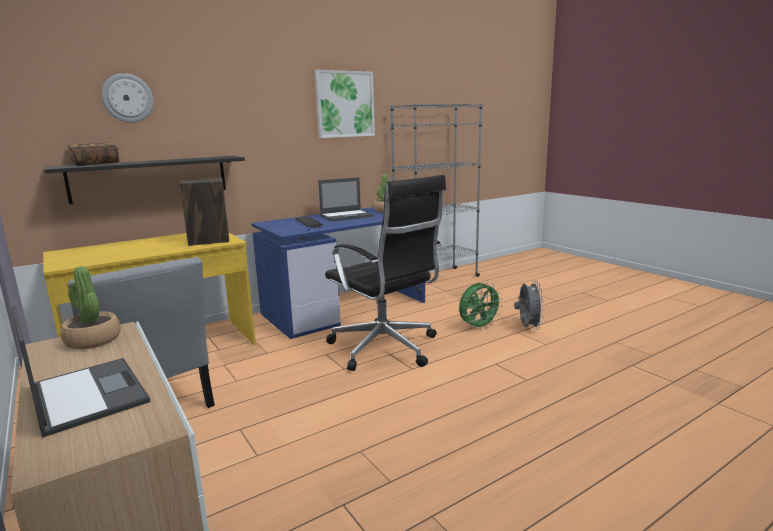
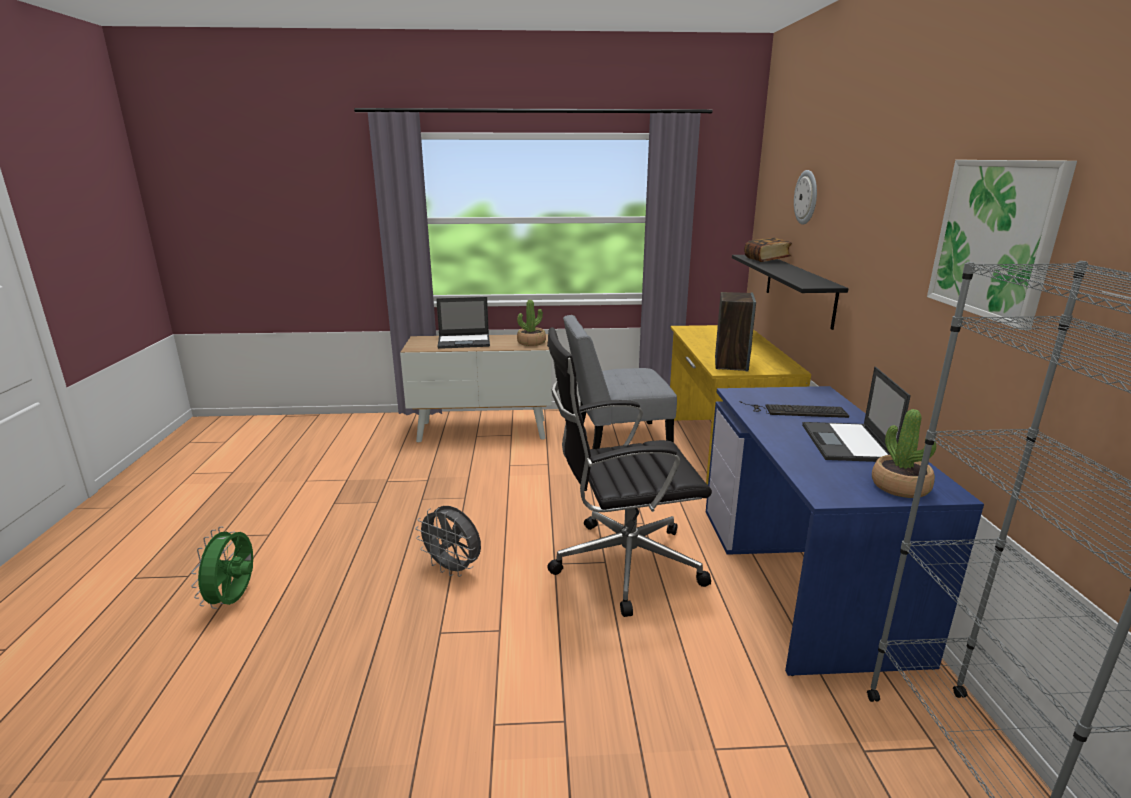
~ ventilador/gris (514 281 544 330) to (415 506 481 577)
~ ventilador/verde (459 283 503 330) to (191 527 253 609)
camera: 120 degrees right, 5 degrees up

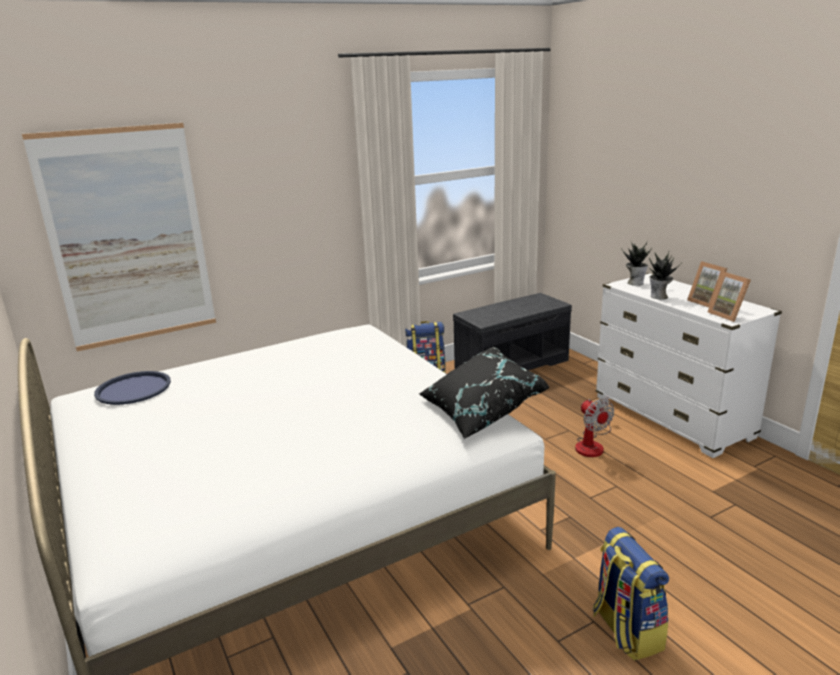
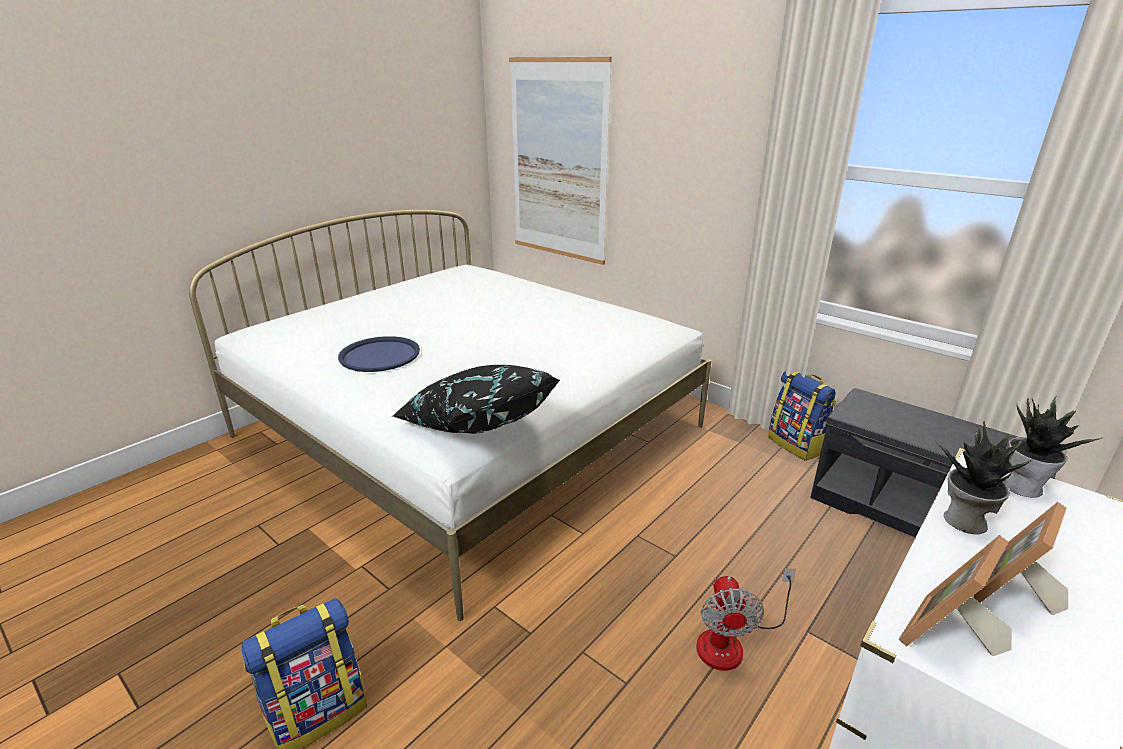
~ bandeja/azul (94 371 171 405) to (338 336 420 372)
~ ventilador (575 397 614 457) = (696 568 796 671) 45 degrees counterclockwise
camera: 70 degrees right, 5 degrees up

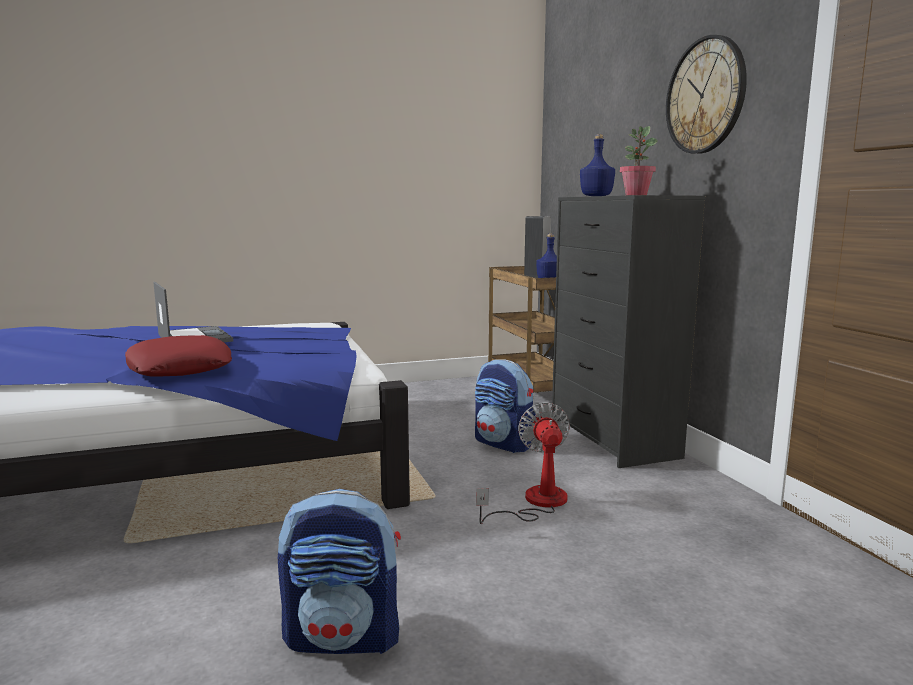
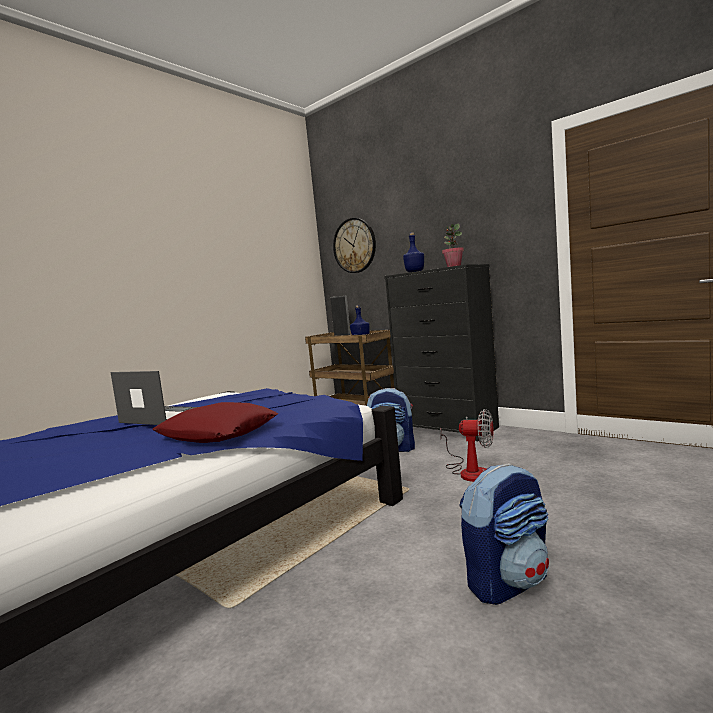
~ reloj de pared (666 35 747 154) to (333 218 376 273)
~ ventilador (476 402 570 524) = (440 409 494 482) 150 degrees clockwise
camera: 30 degrees left, 5 degrees down

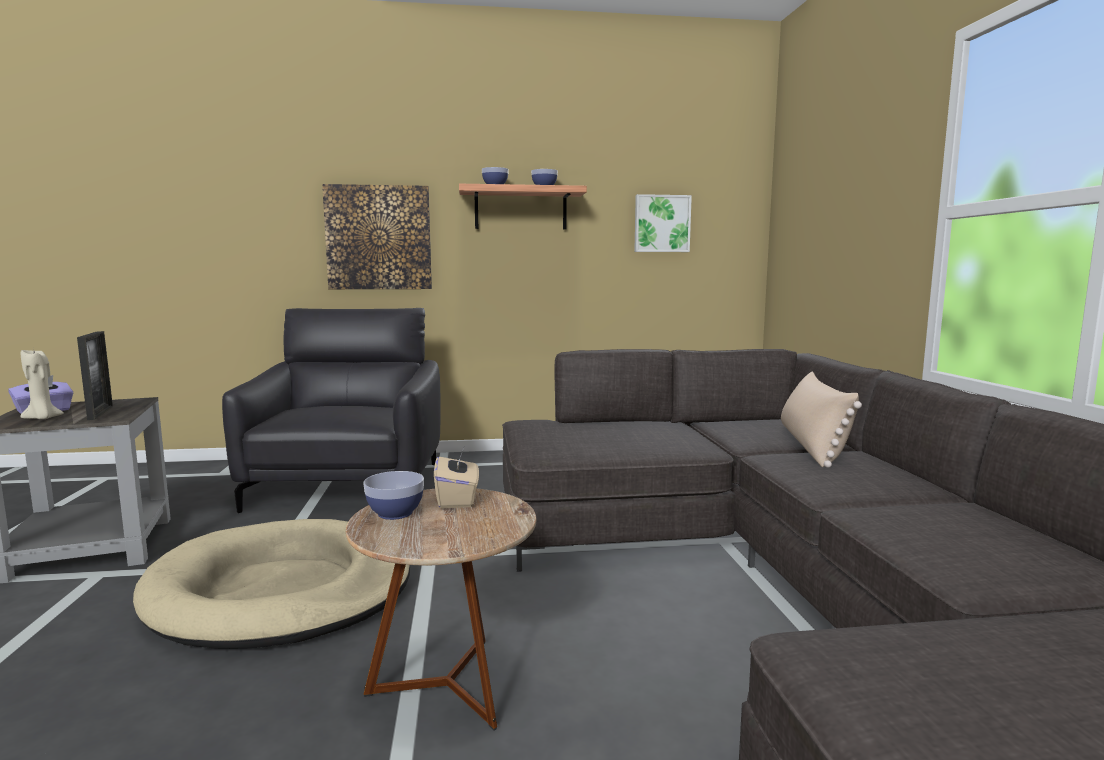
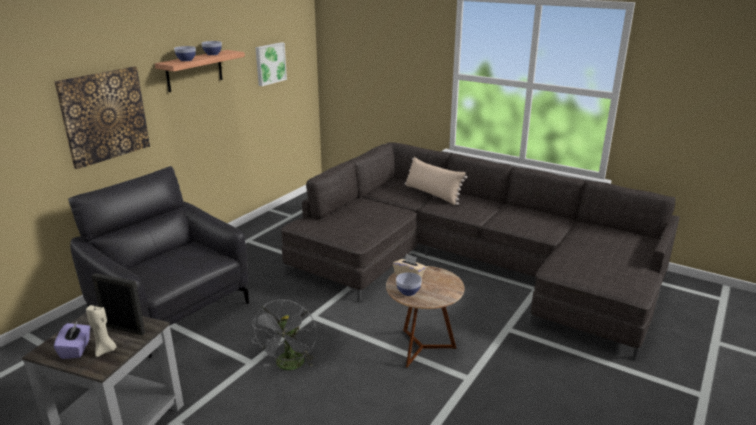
~ cama para perro/beis (133 519 410 649) to ventilador/gris (251 299 317 370)
camera: 50 degrees left, 15 degrees up

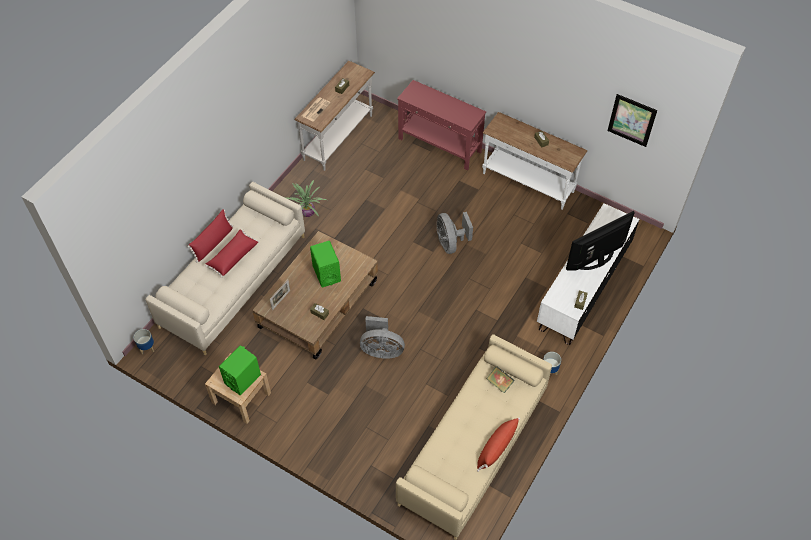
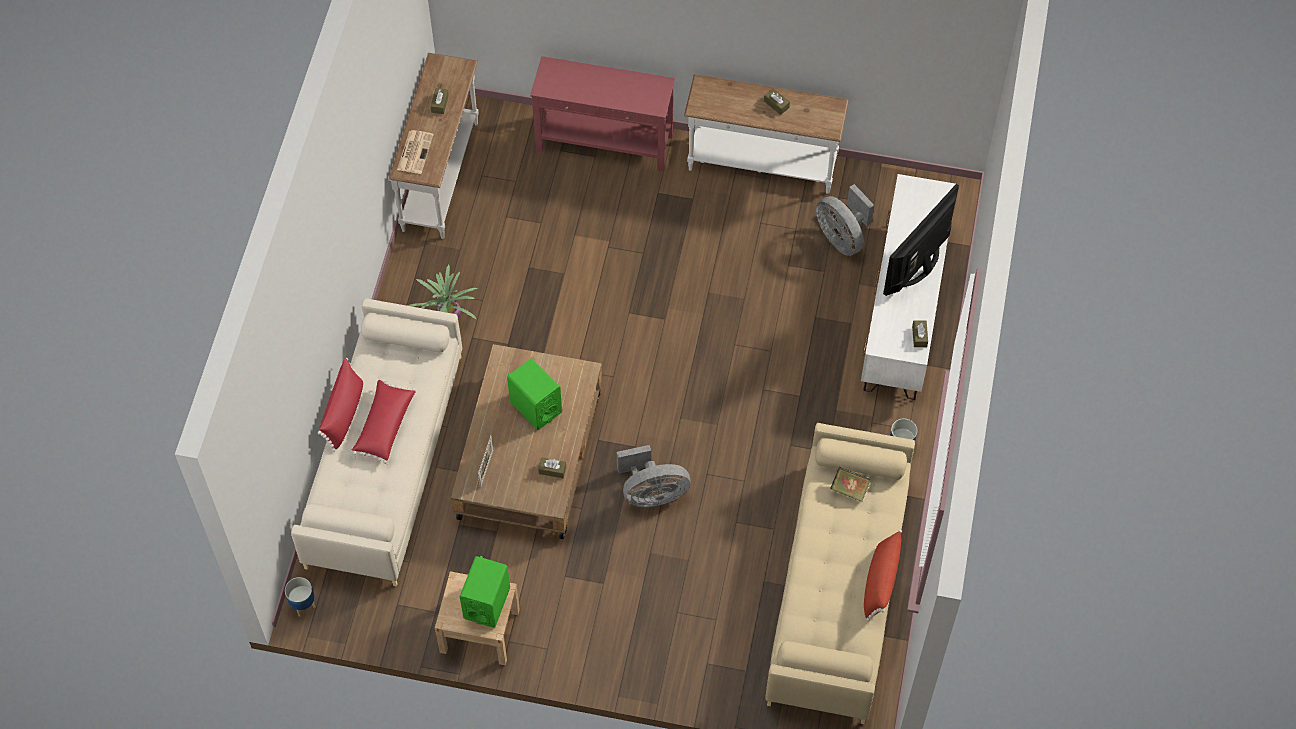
- cuadro (607 94 657 147)
~ ventilador/gris (437 212 473 254) to (816 184 874 256)
camera: 20 degrees left, 5 degrees up

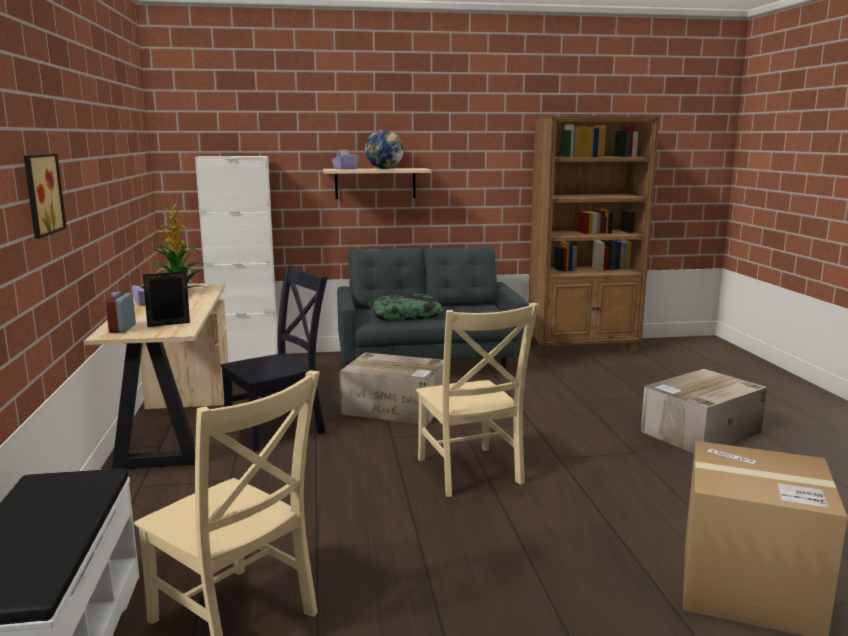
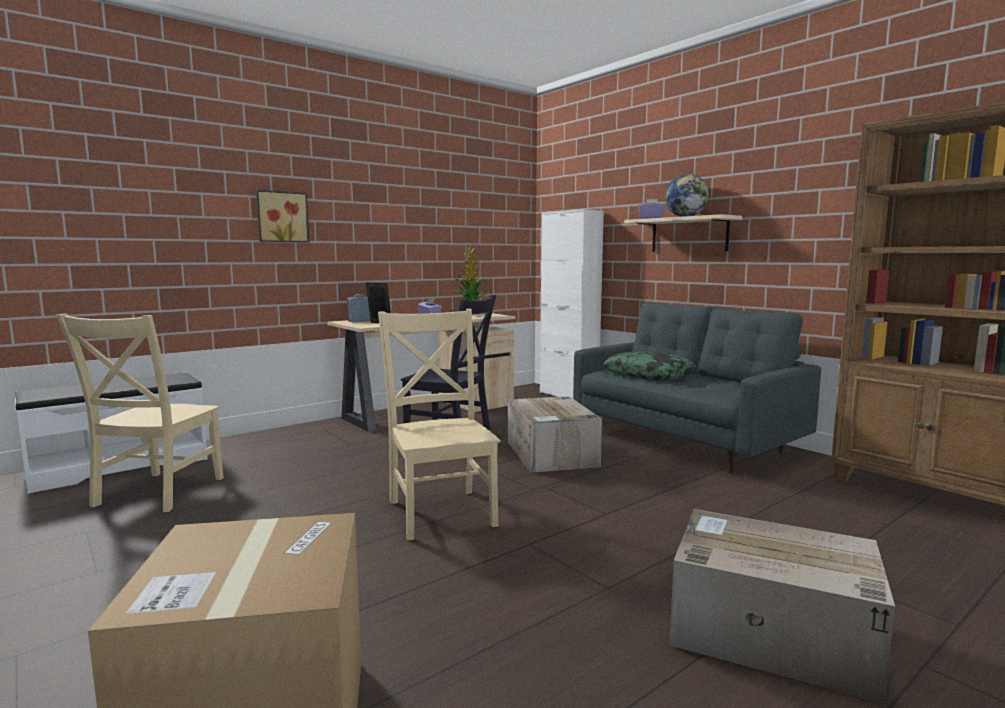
~ silla/beis (416 303 539 497) = (378 309 500 540) 120 degrees clockwise
camera: 60 degrees right, 5 degrees down

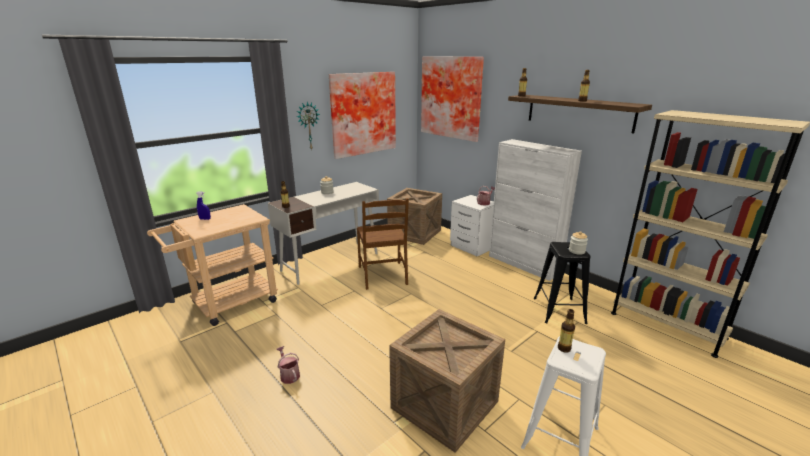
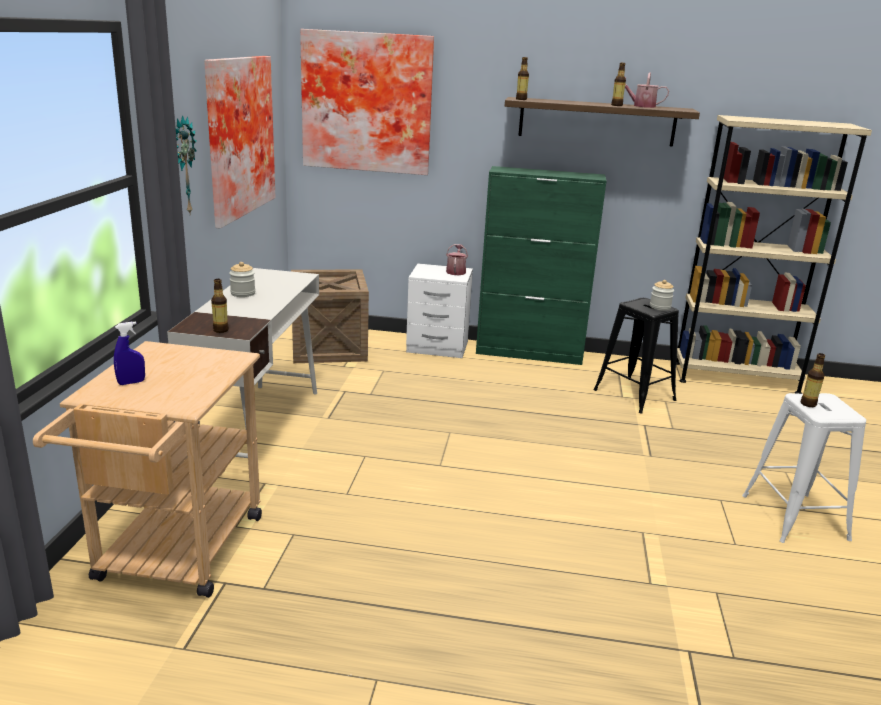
~ armario/blanco (489 139 582 281) to armario/verde (476 166 607 365)
- silla/marrón (357 198 409 290)
- caja de embalaje (389 309 505 453)
~ regadera (276 346 300 384) to (625 72 669 108)
camera: 40 degrees left, 0 degrees up

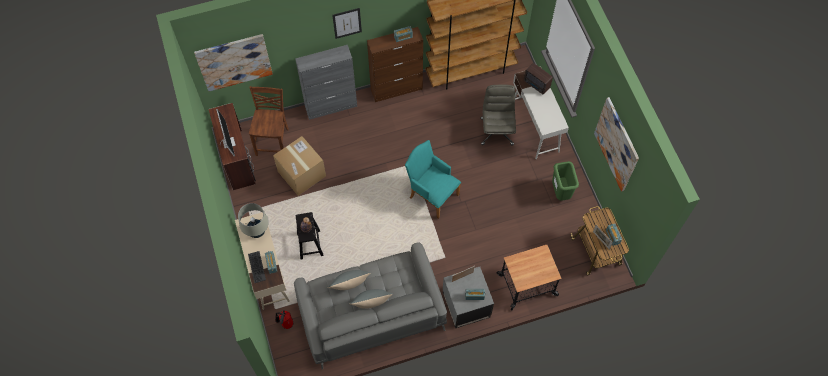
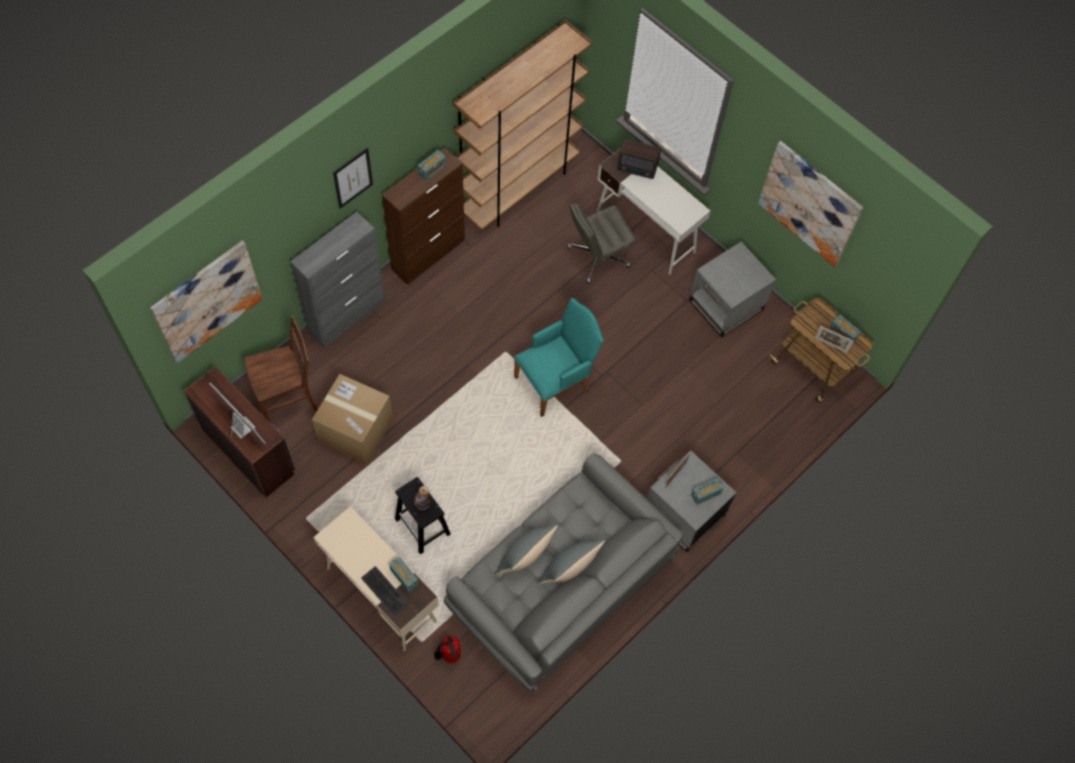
~ silla de oficina/gris (481 85 516 145) = (567 203 636 283) 90 degrees counterclockwise
~ silla/marrón (249 86 289 156) = (244 316 319 423) 90 degrees clockwise
~ sillón/turquesa (405 140 461 219) = (514 298 604 417) 135 degrees clockwise
~ papelera/verde (552 161 579 201) to mesa auxiliar/gris (689 242 776 338)
- lámpara de mesa/beis (238 203 269 238)
- carrito (497 245 562 310)
camera: 30 degrees left, 0 degrees up

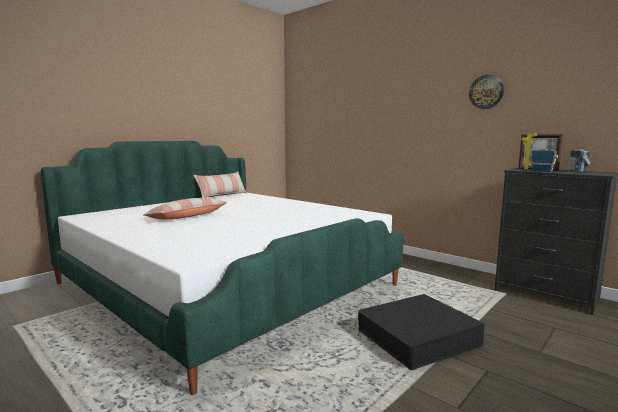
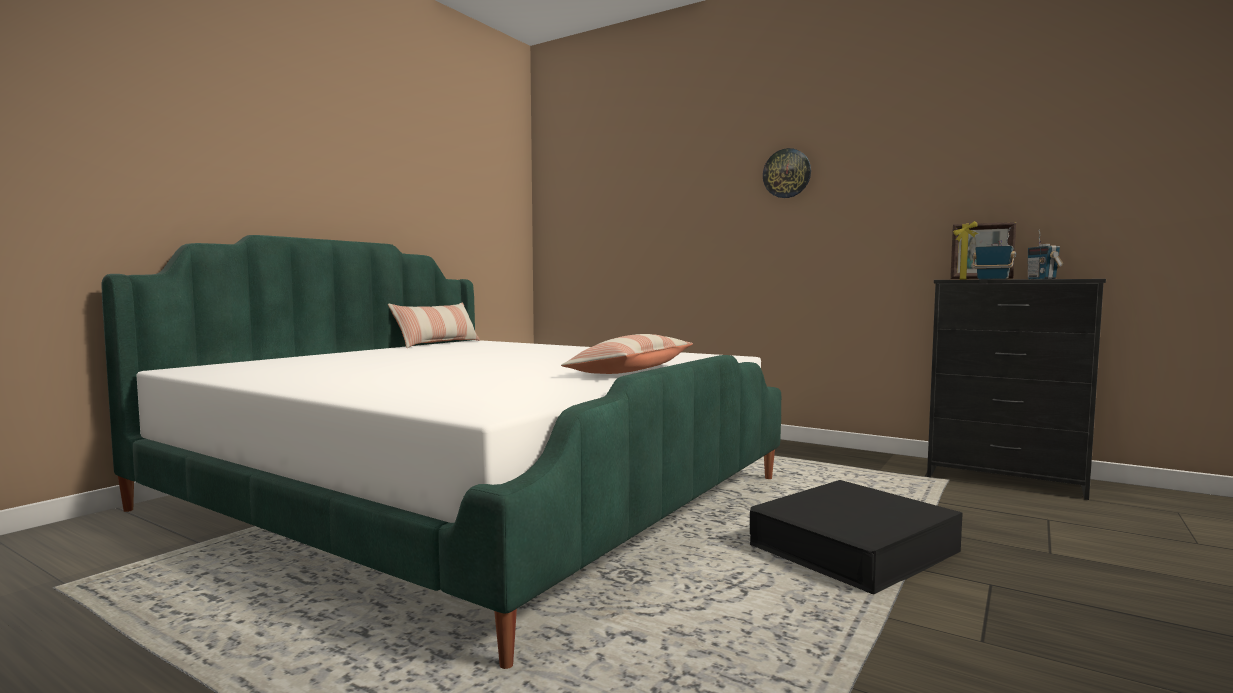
~ reloj de pared (469 74 504 109) to (763 148 811 198)
~ cojín (143 198 227 220) to (561 334 693 374)
camera: 10 degrees left, 5 degrees down

